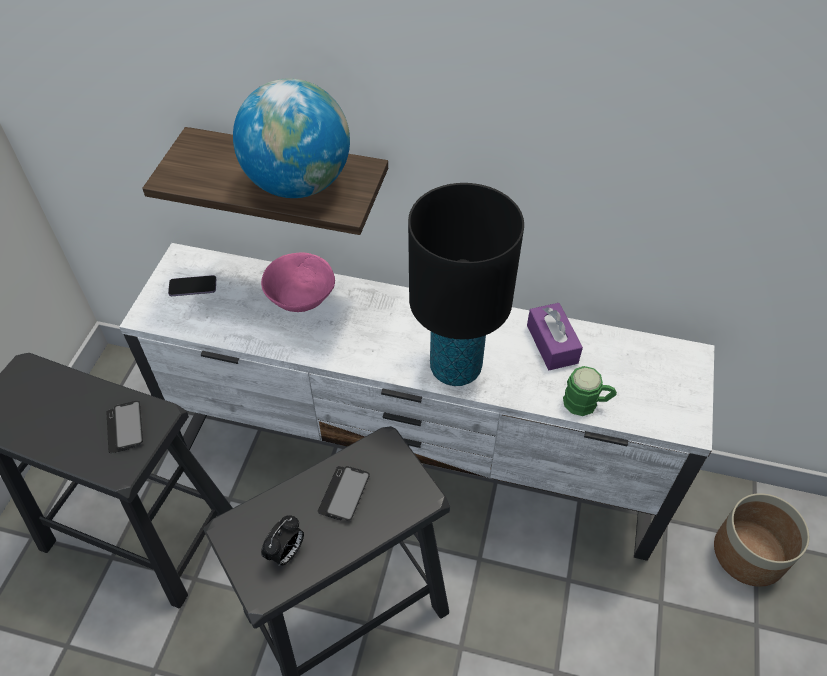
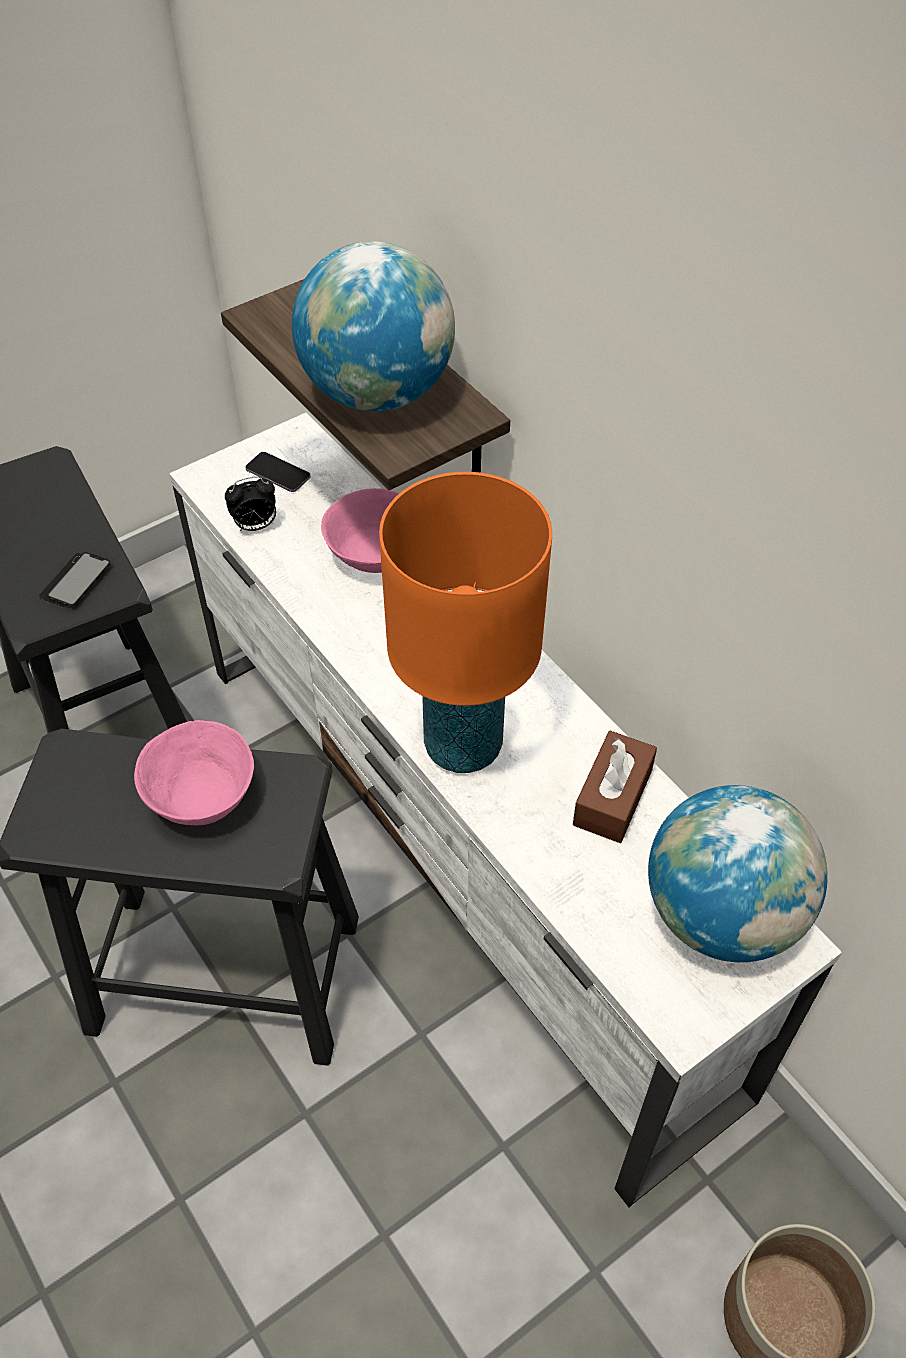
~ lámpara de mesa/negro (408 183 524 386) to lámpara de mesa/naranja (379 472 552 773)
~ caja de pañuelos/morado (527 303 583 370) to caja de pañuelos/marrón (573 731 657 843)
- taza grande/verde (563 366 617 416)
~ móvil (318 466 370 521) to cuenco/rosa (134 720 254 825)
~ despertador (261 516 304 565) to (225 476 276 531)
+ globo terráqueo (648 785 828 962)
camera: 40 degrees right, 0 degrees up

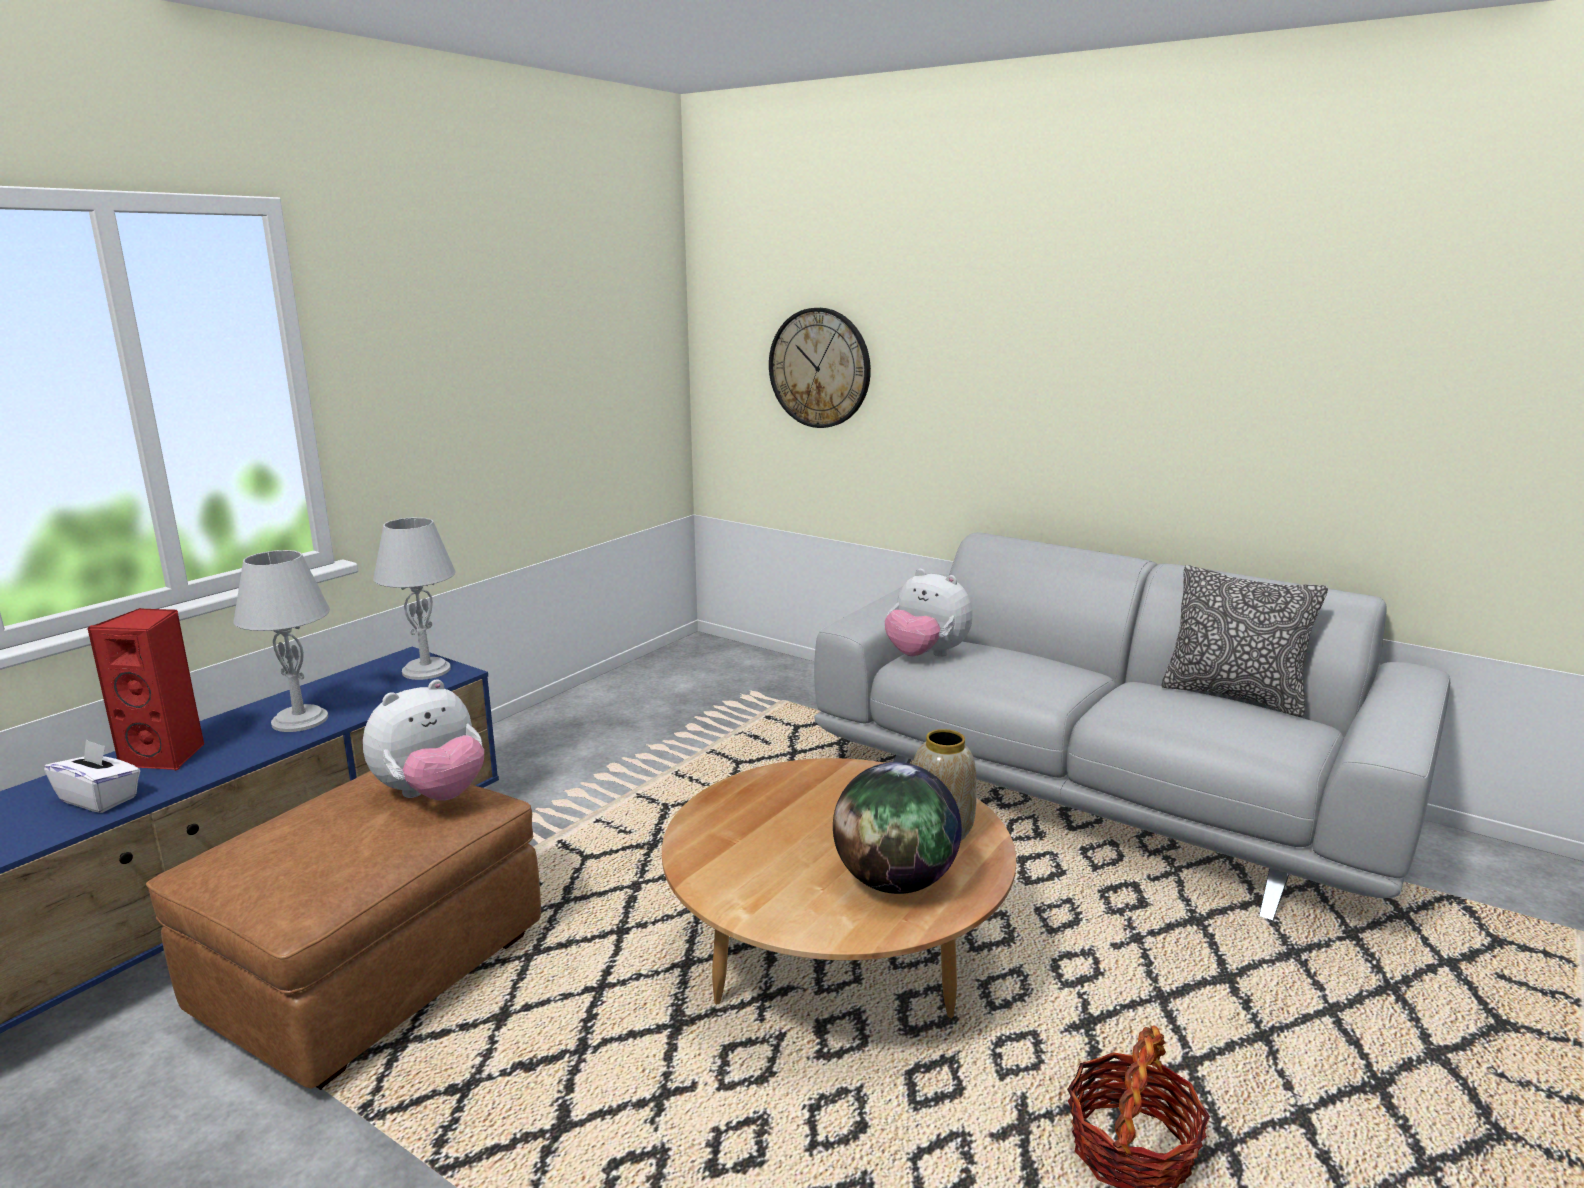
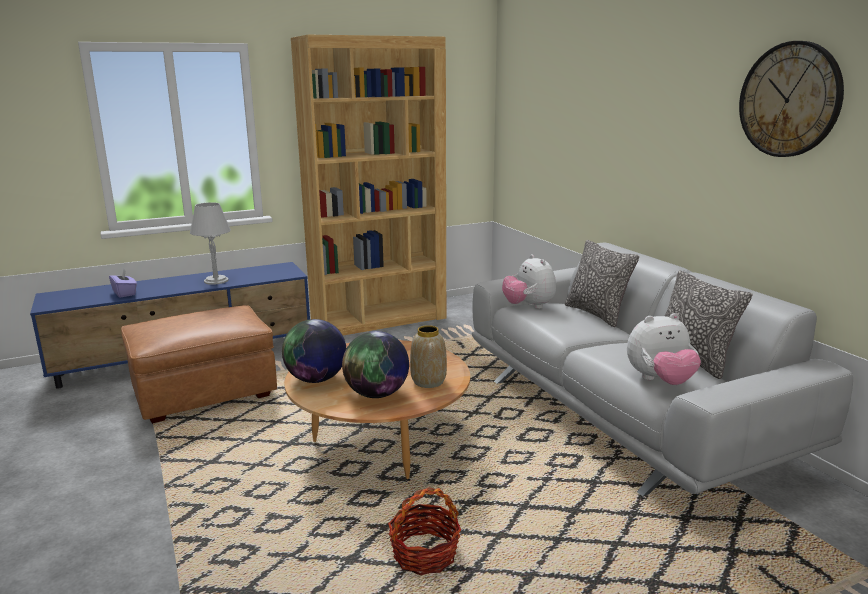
~ reloj de pared (769 308 871 428) to (739 41 844 157)
- lámpara de mesa/gris (373 517 456 680)
- altavoz/rojo (86 608 205 771)
~ peluche (363 679 484 801) to (627 313 701 385)
~ caja de pañuelos/blanco (44 739 140 813) to caja de pañuelos/morado (109 269 137 298)
+ estantería/marrón (291 35 446 335)
+ cojín (565 240 639 327)
+ globo terráqueo (282 319 346 383)
camera: 30 degrees right, 0 degrees up

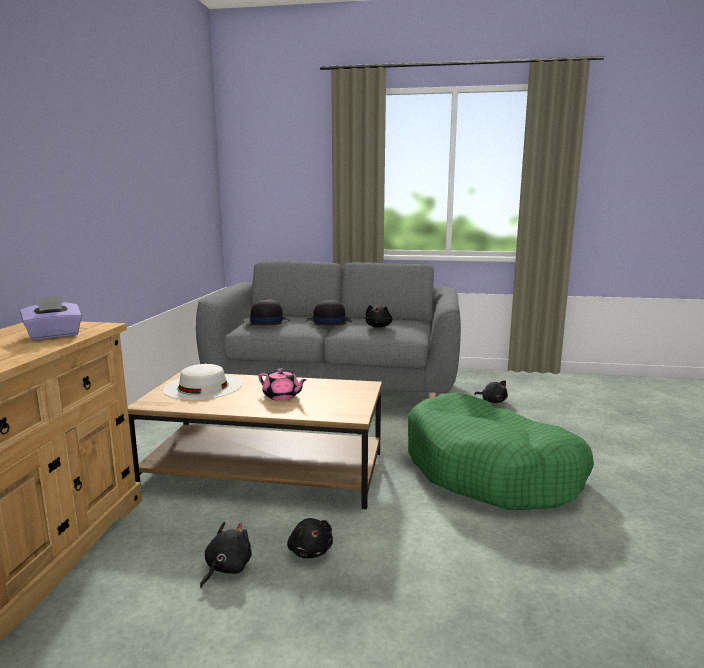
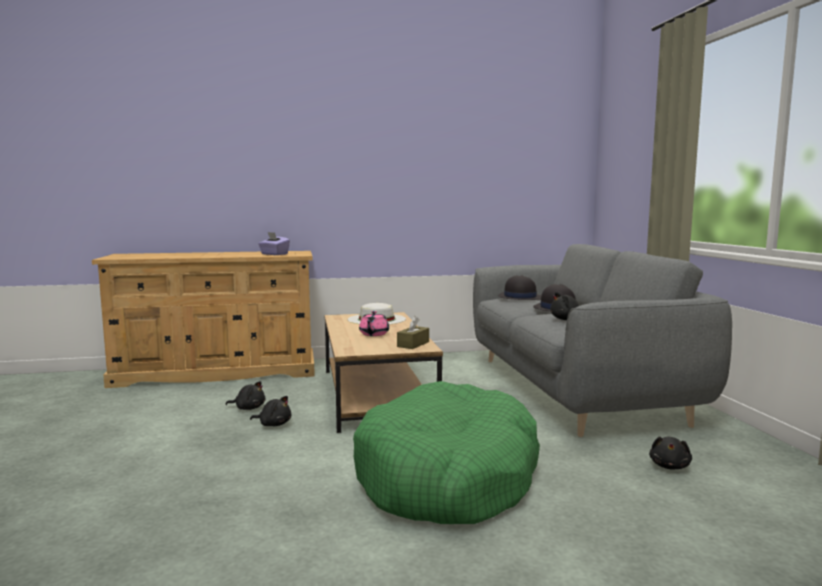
~ peluche/negro (287 518 333 558) = (250 396 291 426) 120 degrees counterclockwise
+ caja de pañuelos/marrón (397 316 429 349)
camera: 70 degrees right, 5 degrees down

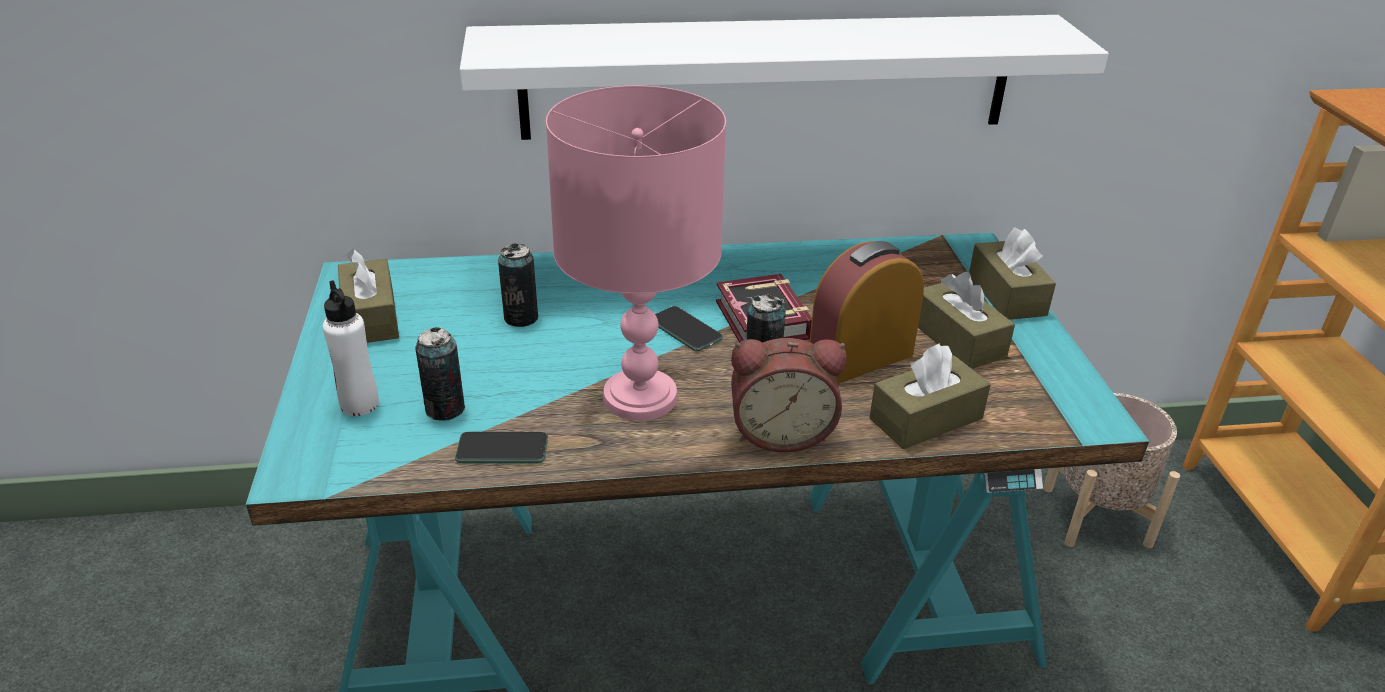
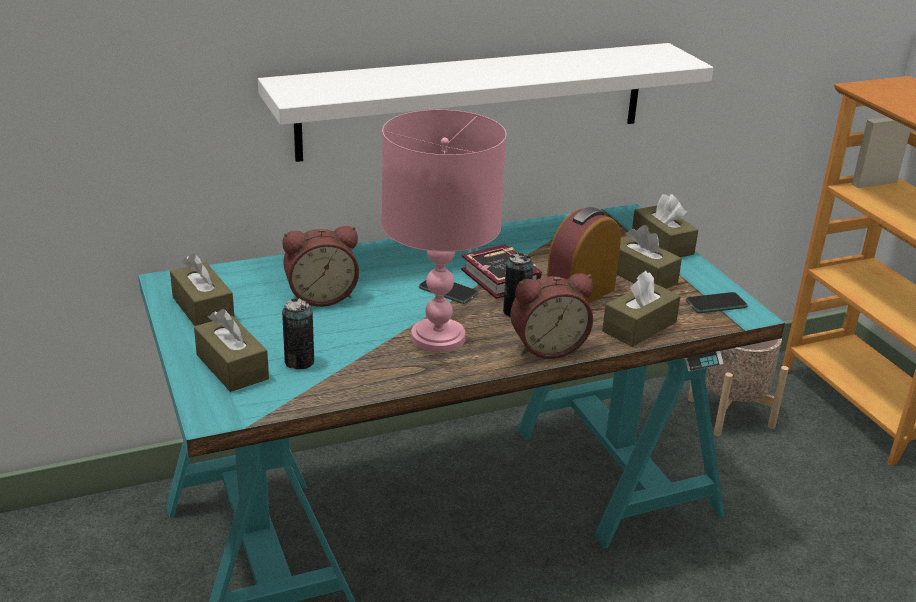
~ lata (498 244 538 327) to despertador (283 226 359 307)
~ botella/blanco (323 280 379 416) to caja de pañuelos/marrón (194 309 269 392)
~ móvil (455 432 548 463) to (686 292 748 313)
camera: 15 degrees left, 5 degrees down

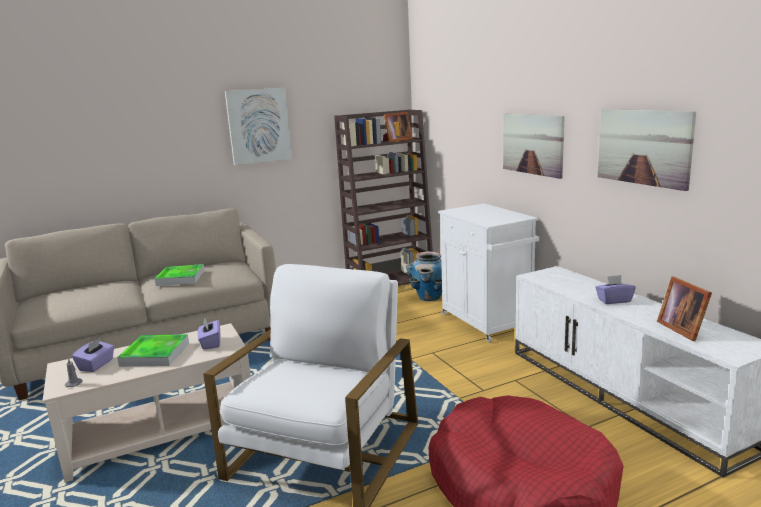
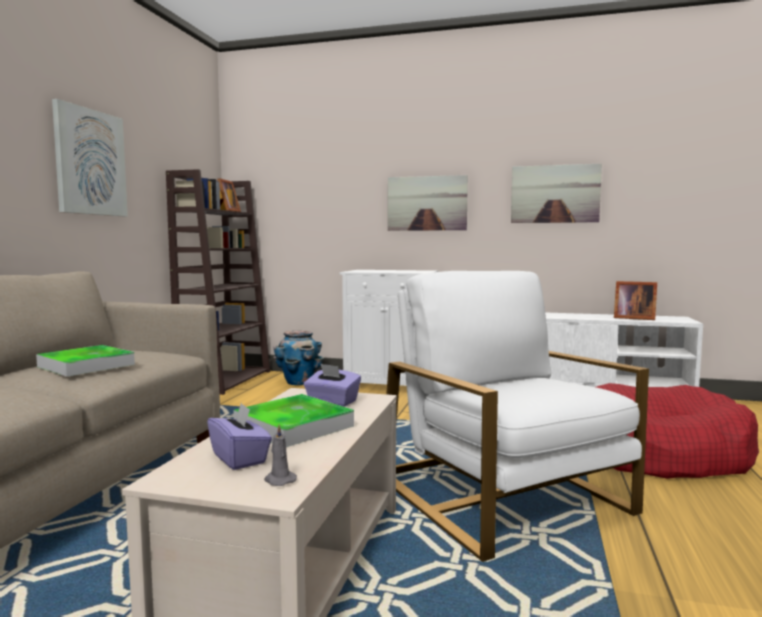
- caja de pañuelos/morado (595 275 636 304)
camera: 50 degrees left, 10 degrees down

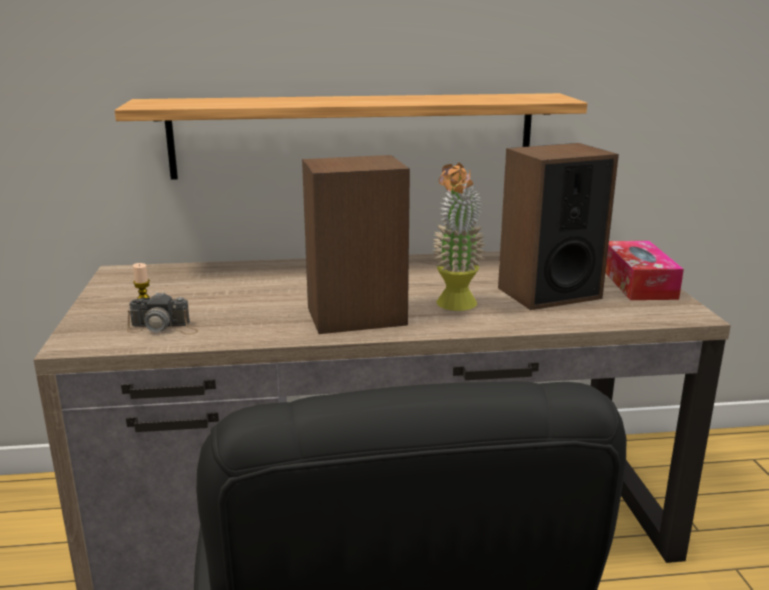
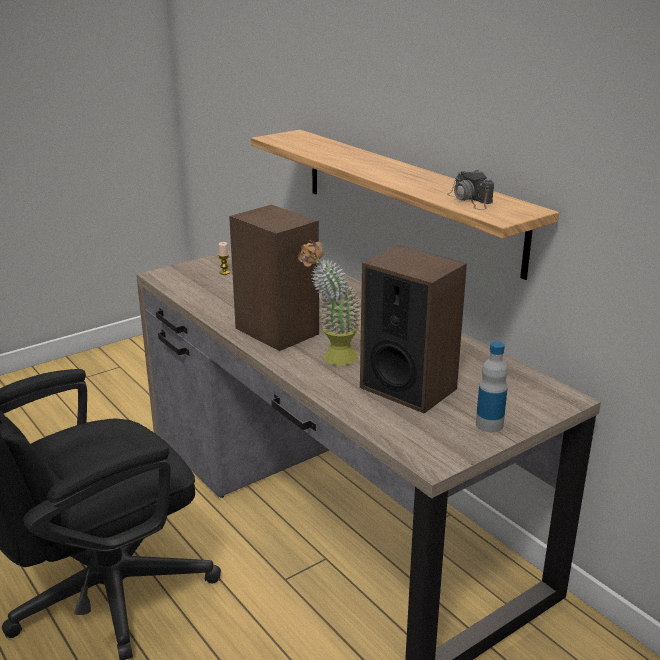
~ caja de pañuelos (605 241 684 300) to botella (476 341 508 432)
~ cámara (127 292 198 335) to (447 170 494 210)
camera: 60 degrees right, 5 degrees up

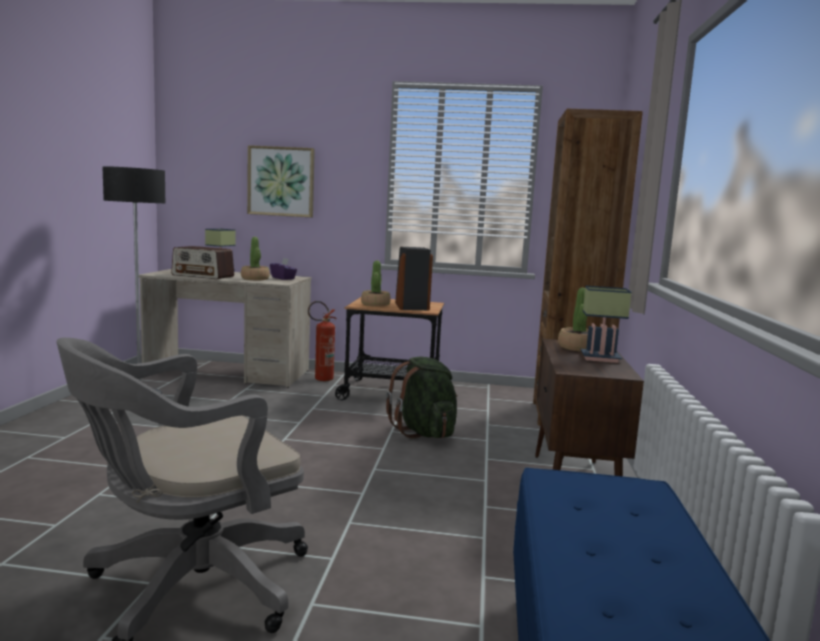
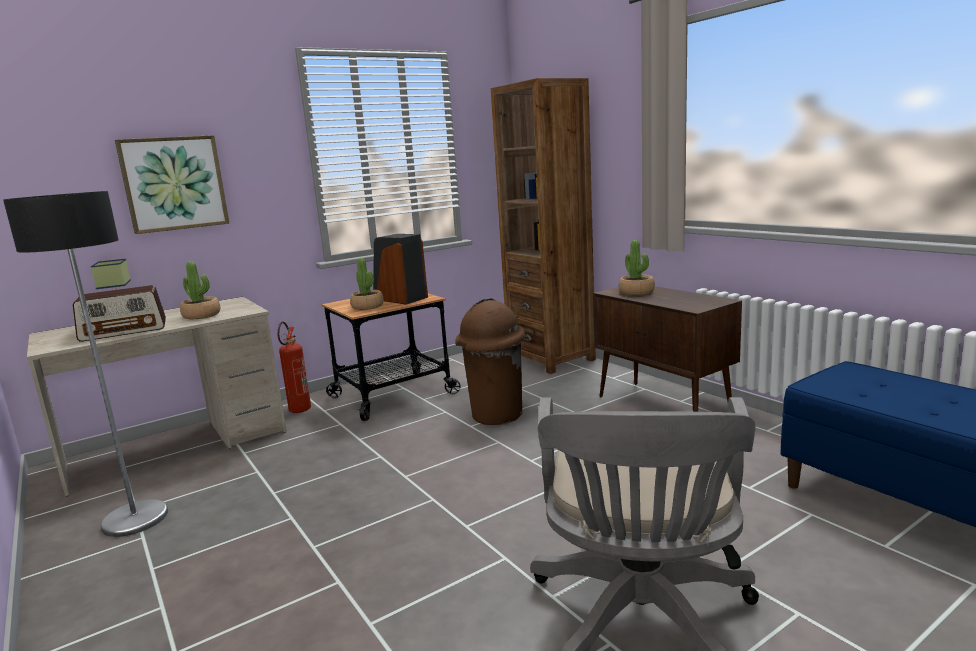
- caja de pañuelos/morado (270 258 297 280)
- lámpara de mesa (581 285 632 363)
~ mochila/verde (386 357 458 438) to papelera/marrón (455 298 525 425)
camera: 40 degrees left, 5 degrees up

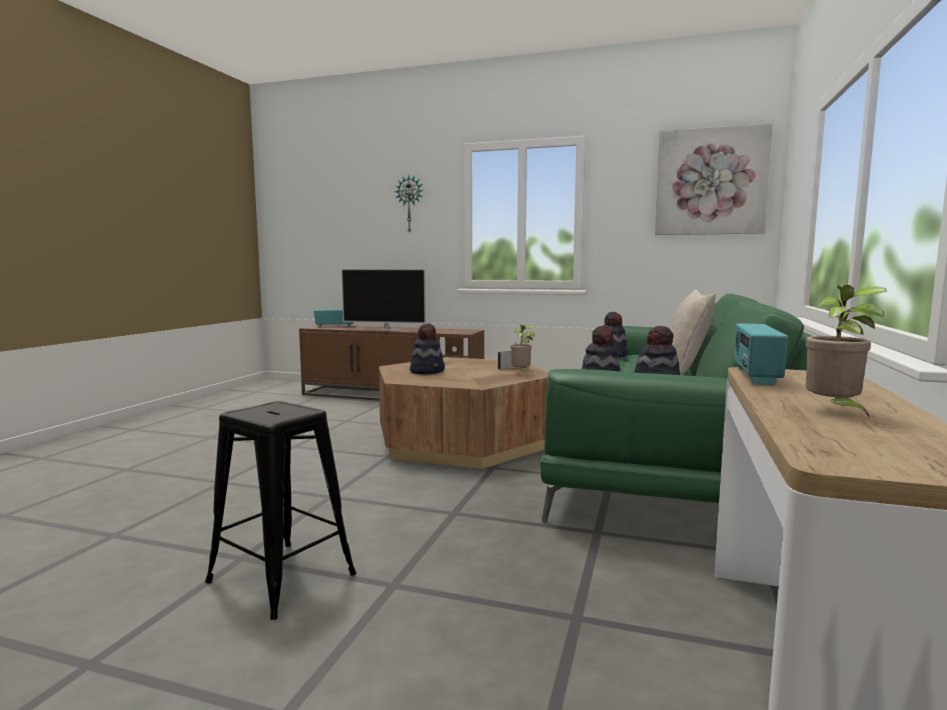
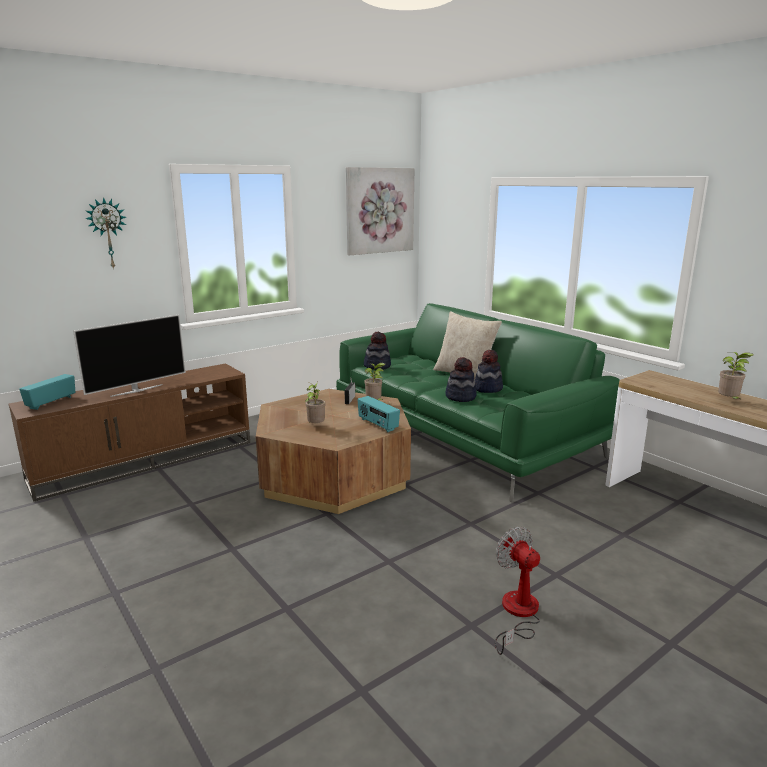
~ sombrero (410 323 445 374) to planta en maceta (305 381 326 423)
~ radio (734 323 788 385) to (358 396 400 432)
~ taburete/negro (205 401 356 620) to ventilador (495 527 540 655)
camera: 55 degrees left, 10 degrees up

